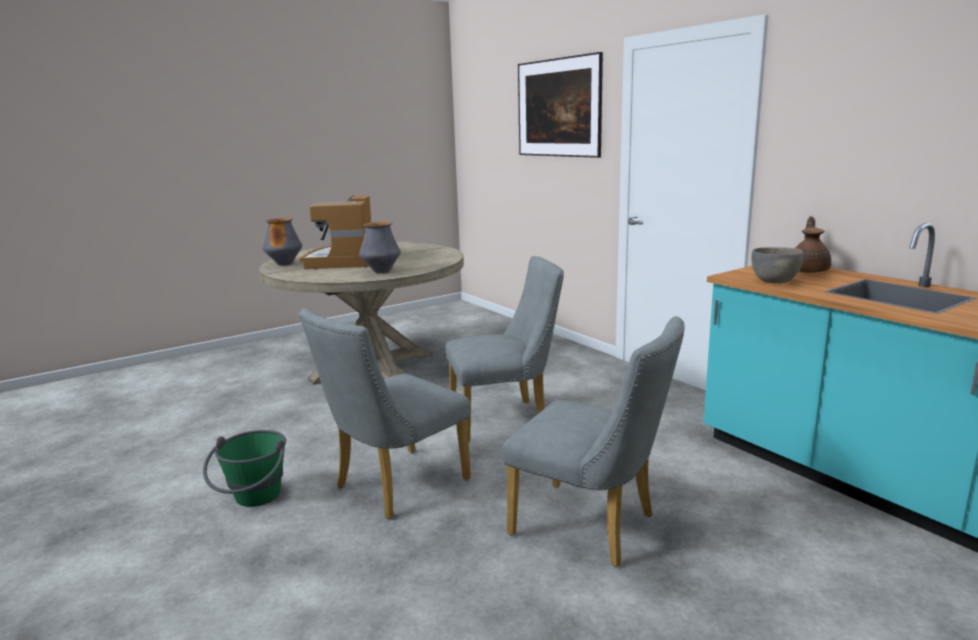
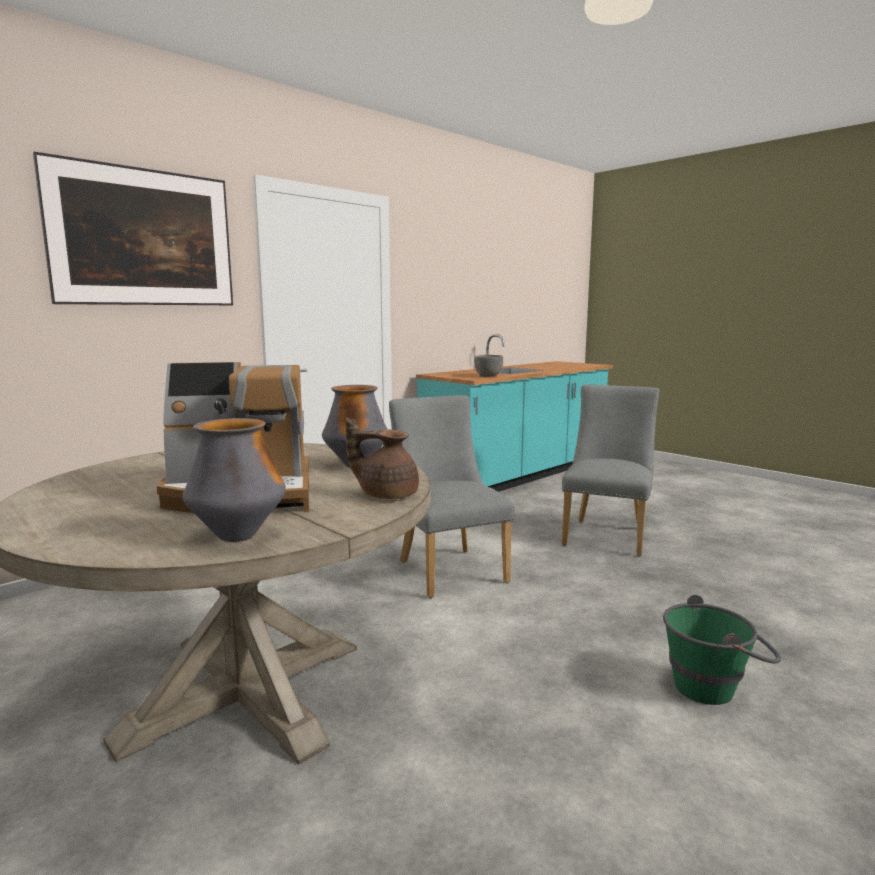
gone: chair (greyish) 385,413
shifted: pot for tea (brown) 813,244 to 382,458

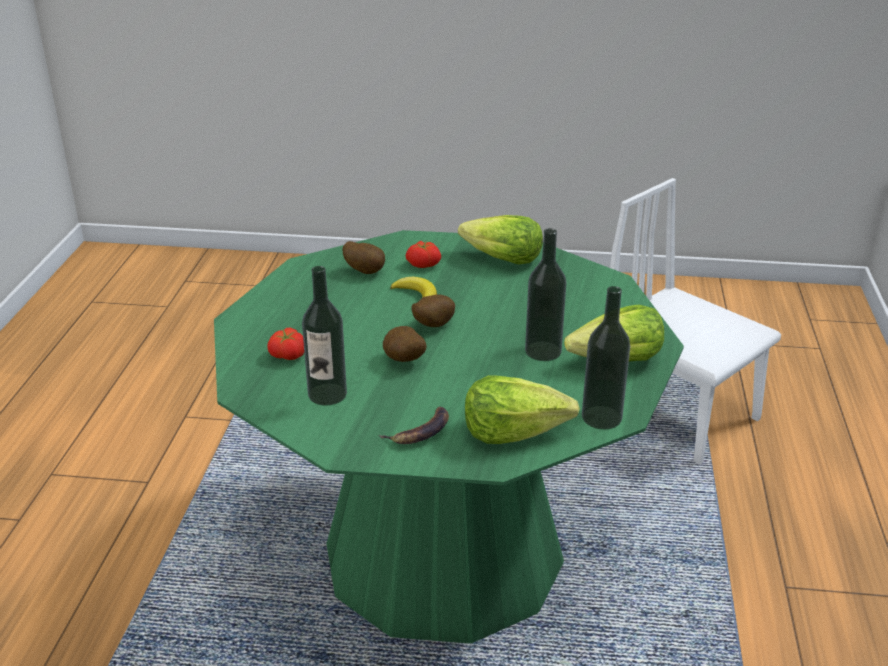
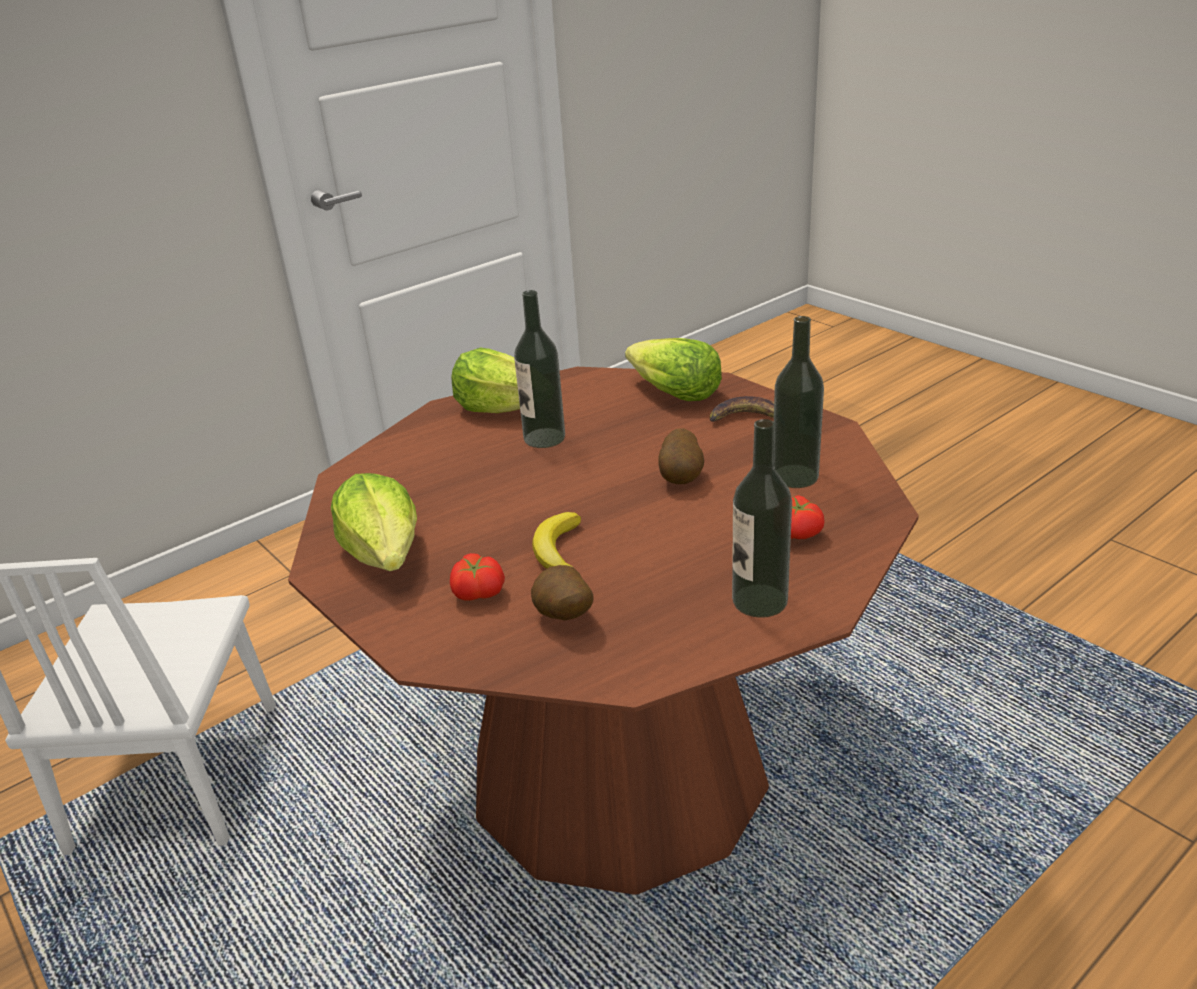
gone: spud 433,310
shifted: beverage bottle 606,357 to 762,518
repainted: dining table (green) 449,437 to dining table (brown) 603,631

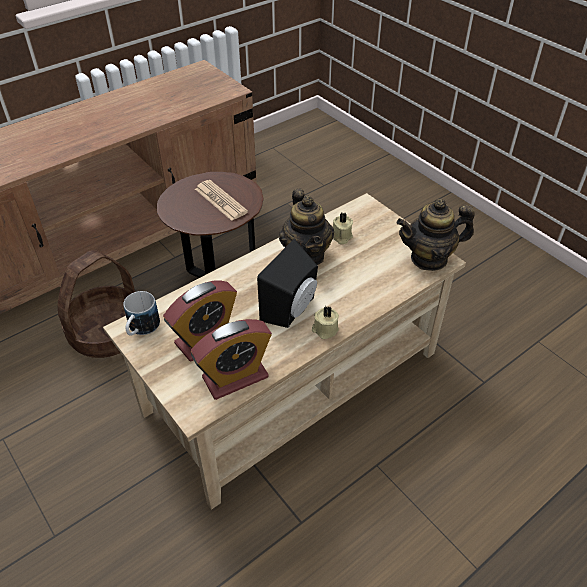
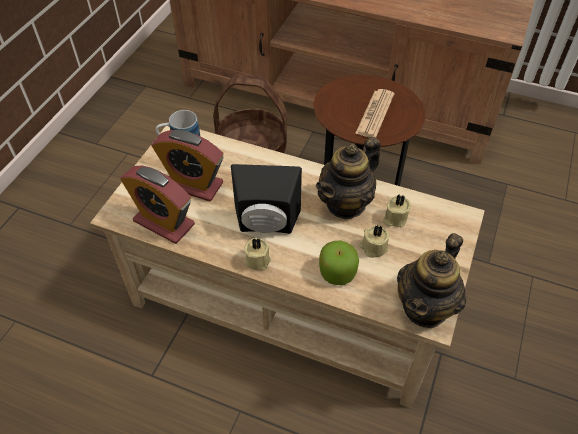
new: apple fruit 339,262; candle (sand-coloured) 375,241
rotated: pot for tea 435,235 = 431,280 105 degrees counterclockwise

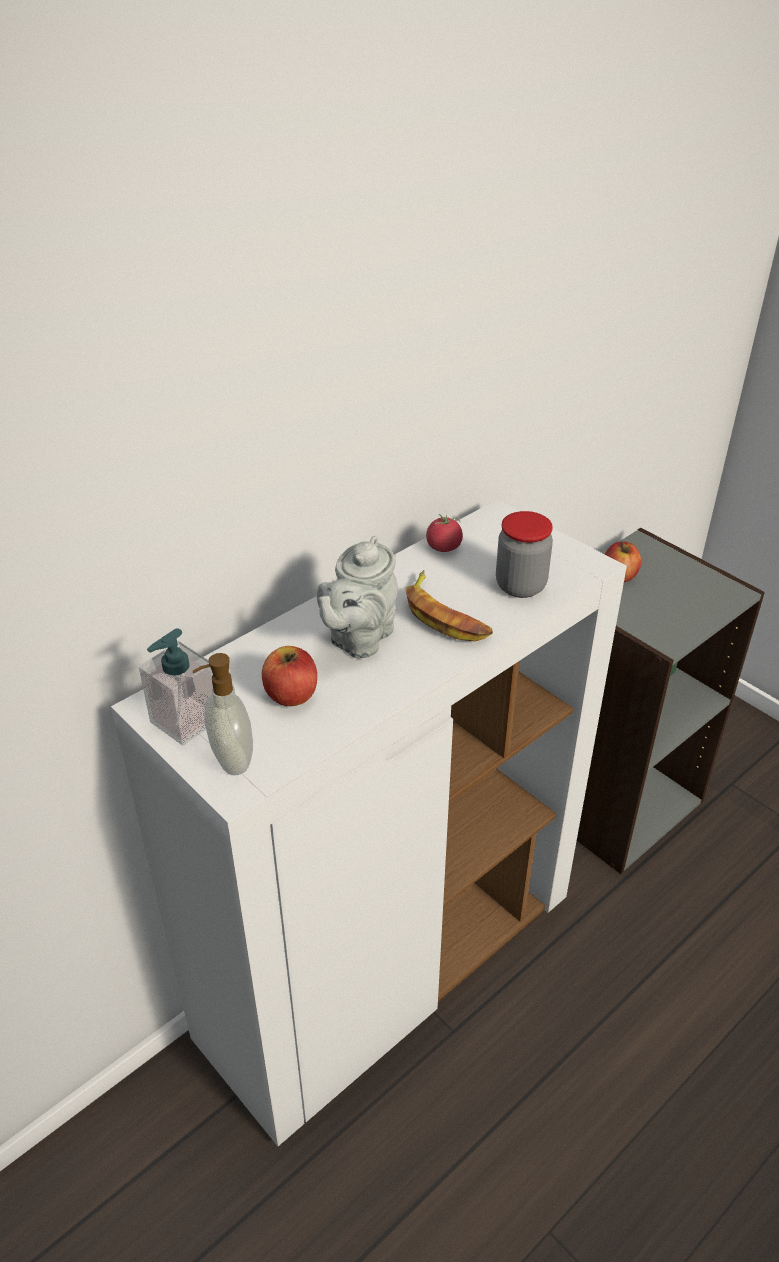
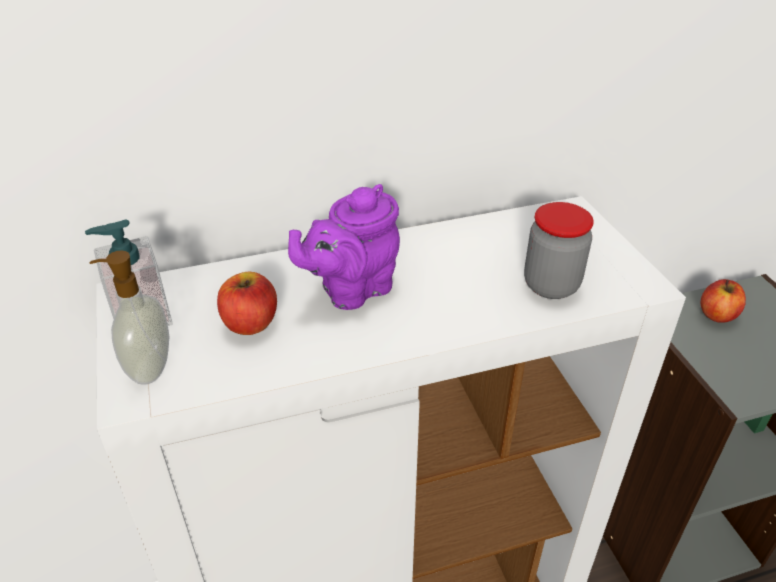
gone: banana fruit 449,606; tomato 444,533
repainted: pot for tea (greyish) 357,597 to pot for tea (purple-coloured) 344,247

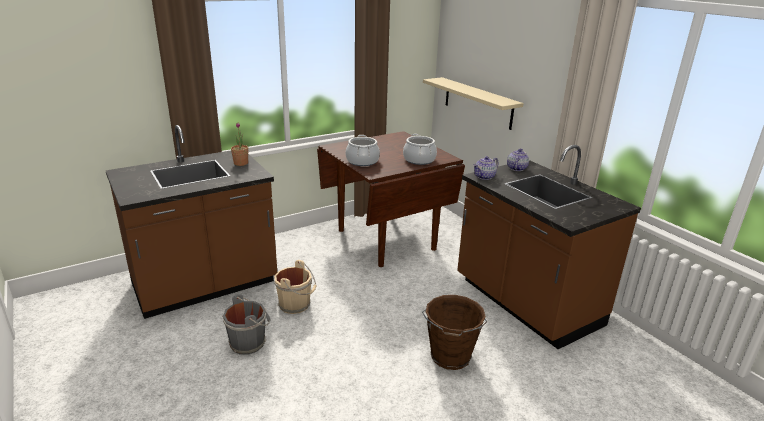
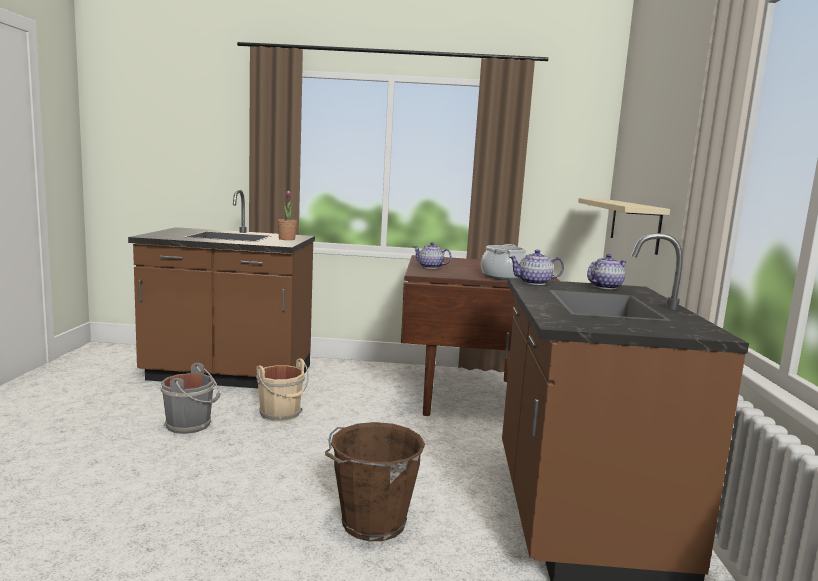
swapped: saucepot 363,150 to pot for tea 432,255

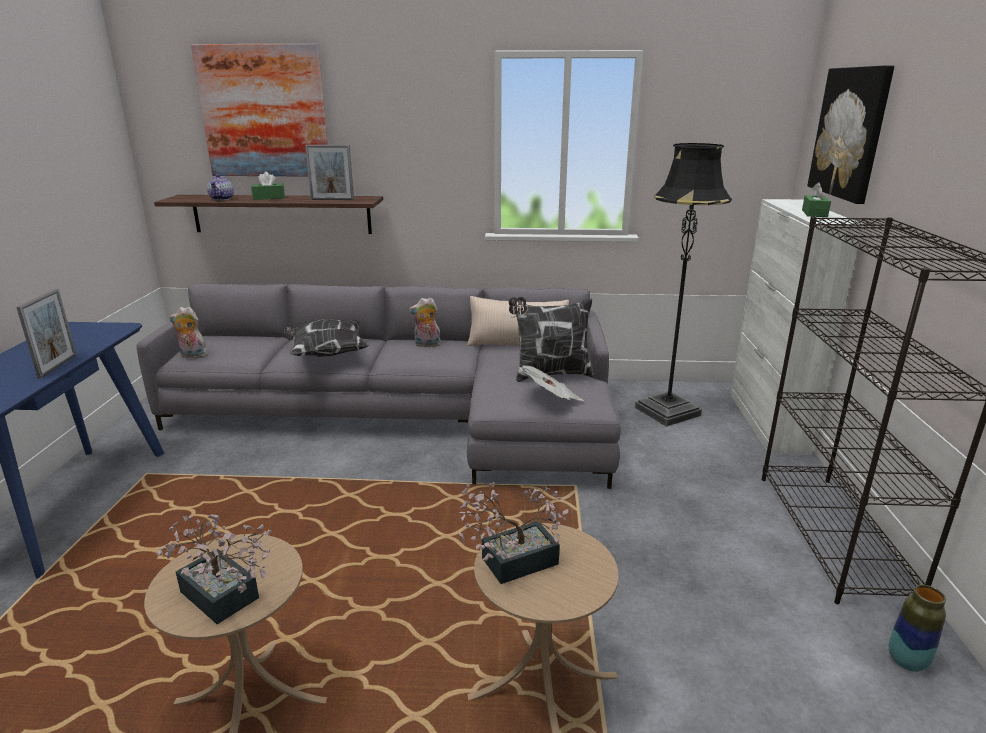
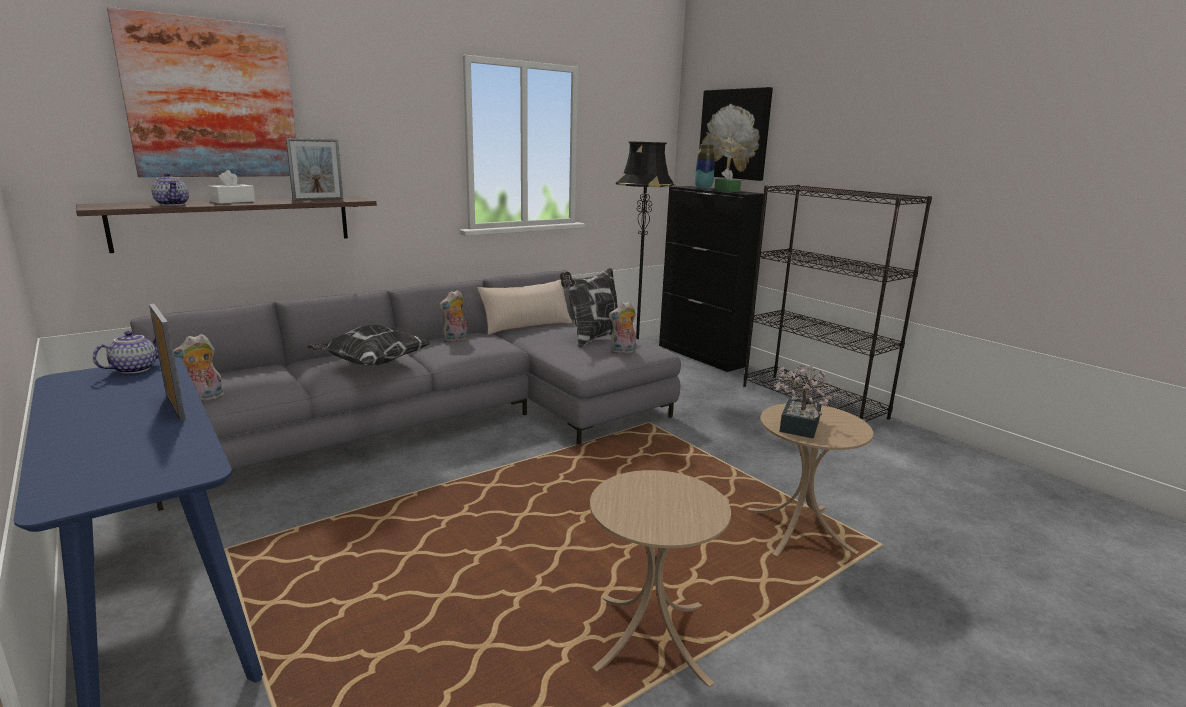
gone: houseplant 214,569
new: pot for tea 126,352
shifted: vase 917,628 to 705,166
swapped: printed paper 551,383 to cuddly toy 622,327
repainted: box of tissues (green) 268,186 to box of tissues (whitish) 231,187; cabinet (whitish) 797,327 to cabinet (blackish) 713,279

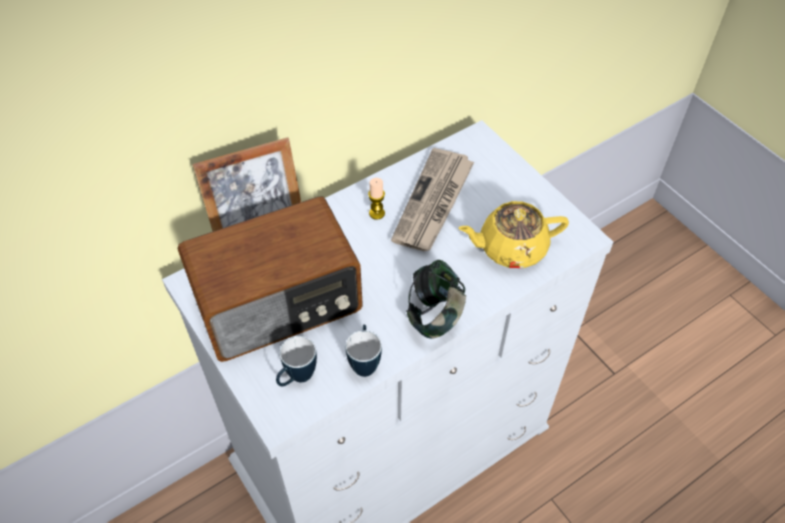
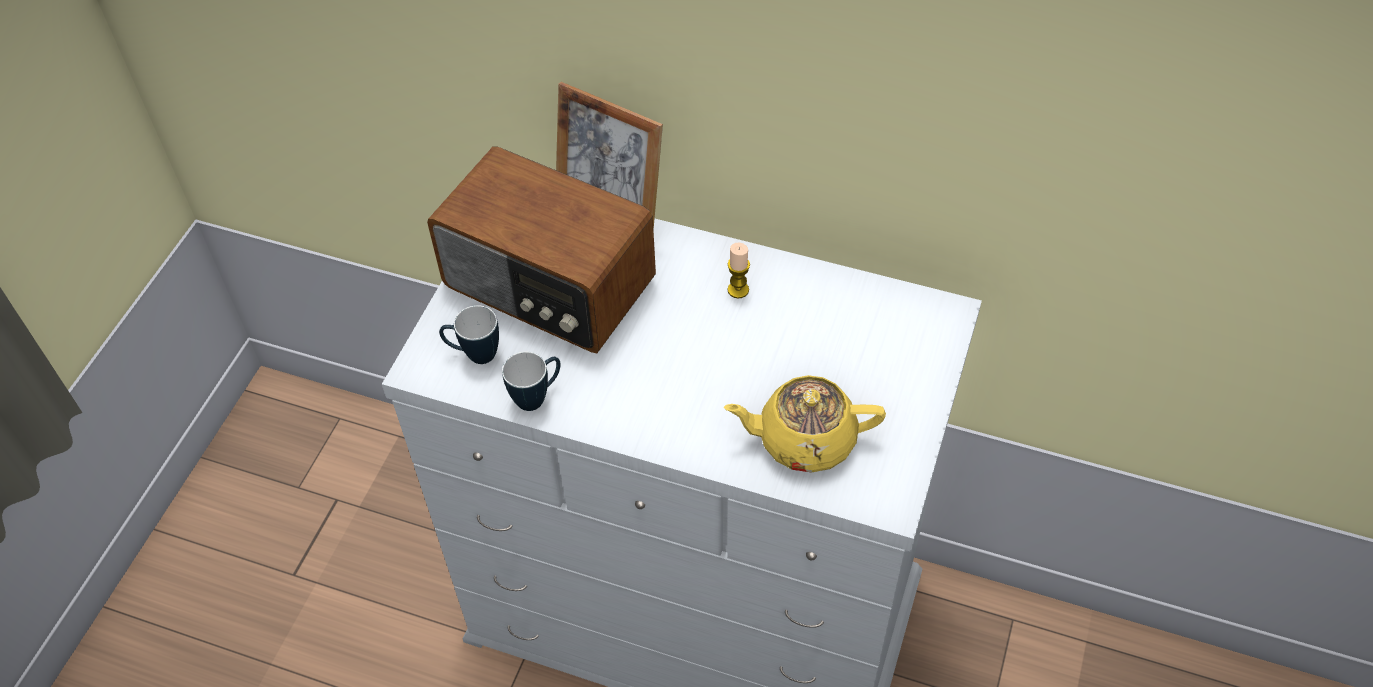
gone: printed paper 432,199; pair of headphones 436,299
rotated: pot for tea (yellow-coloured) 513,234 = 805,424 45 degrees counterclockwise

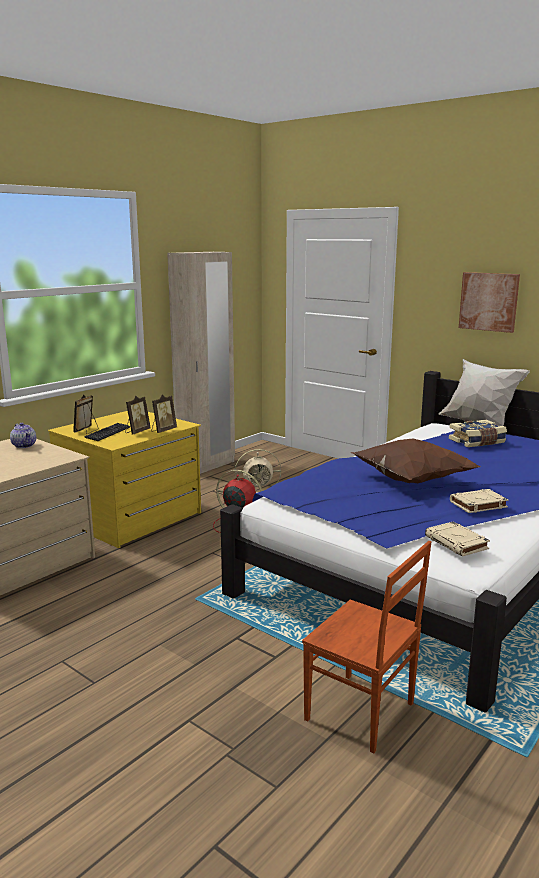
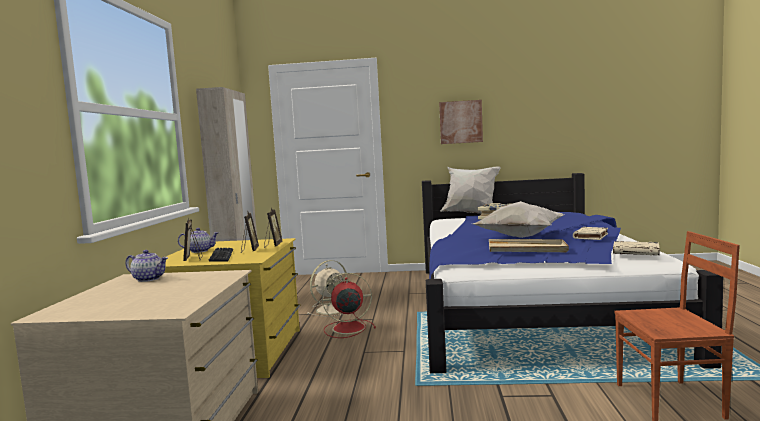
new: pot for tea 198,240; carrying tray (sand-coloured) 529,245
repainted: pillow (brown) 415,461 to pillow (whitish) 518,219

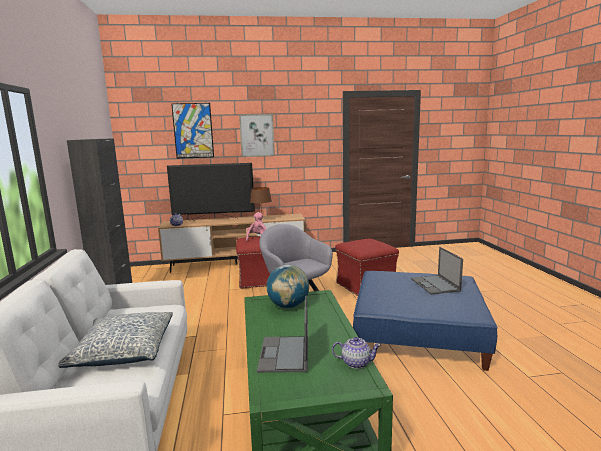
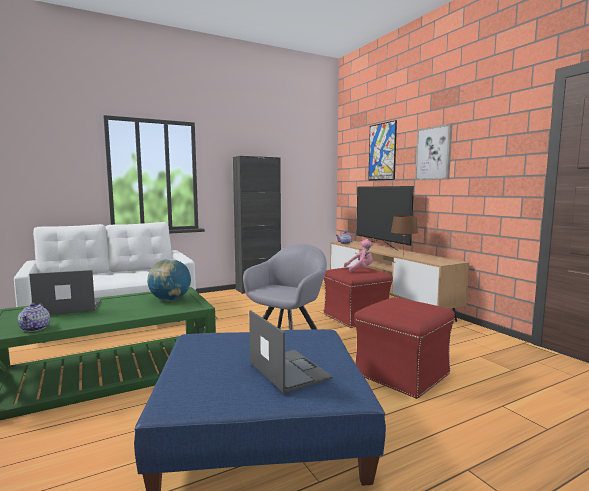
gone: pillow 115,340
rotated: laptop 437,270 = 291,351 90 degrees clockwise

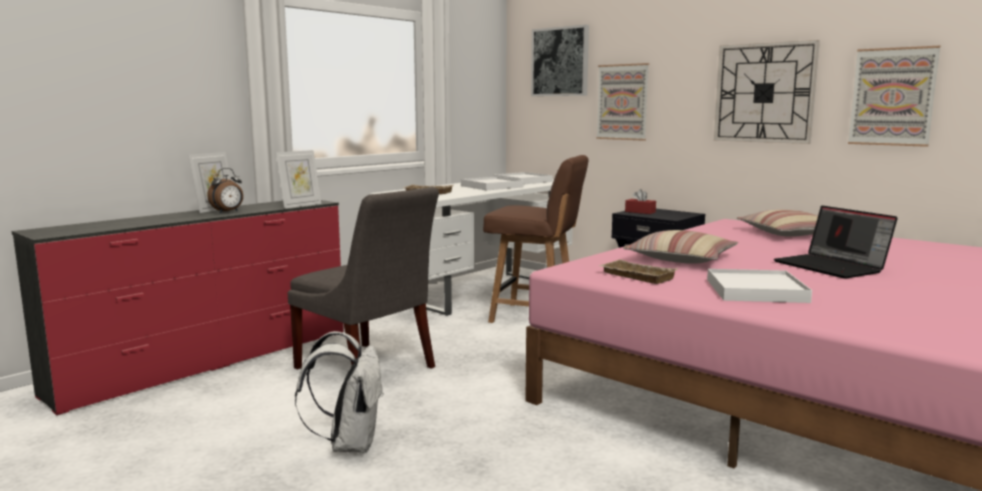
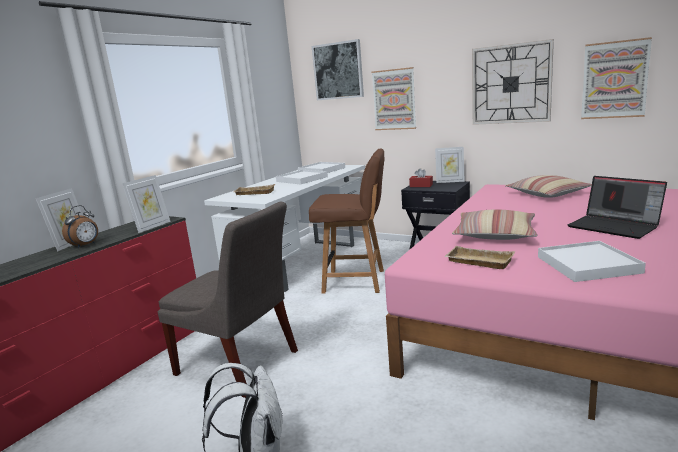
new: picture frame 450,165

